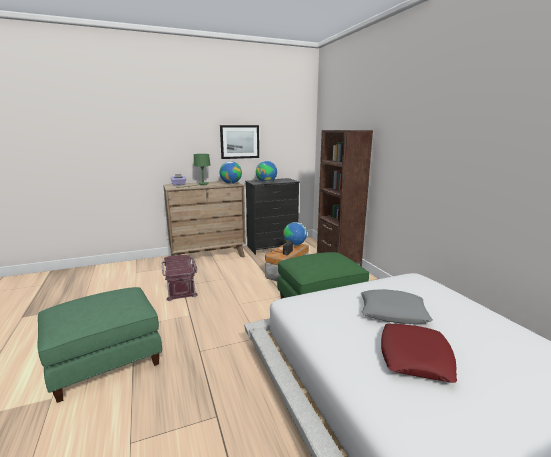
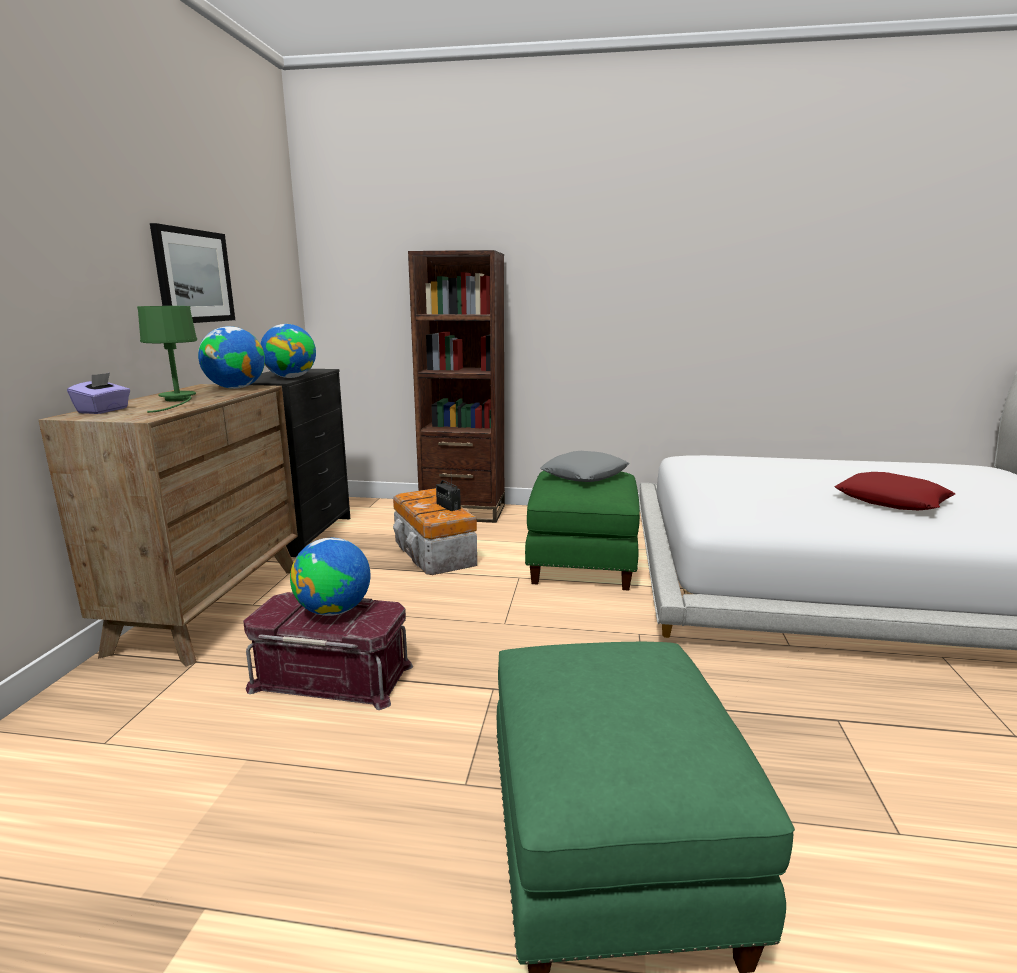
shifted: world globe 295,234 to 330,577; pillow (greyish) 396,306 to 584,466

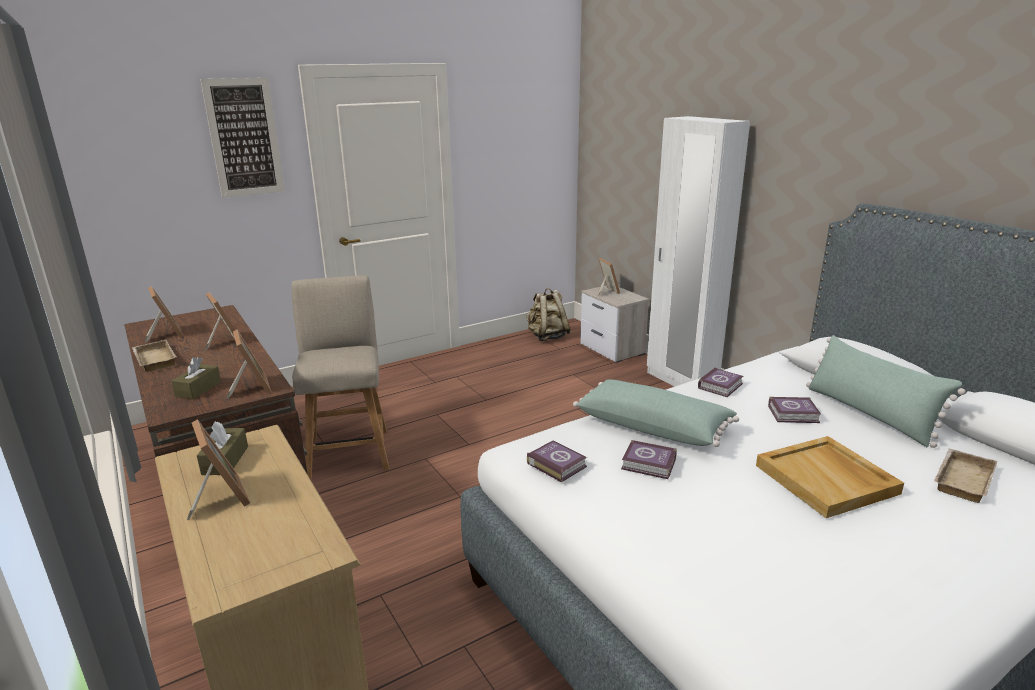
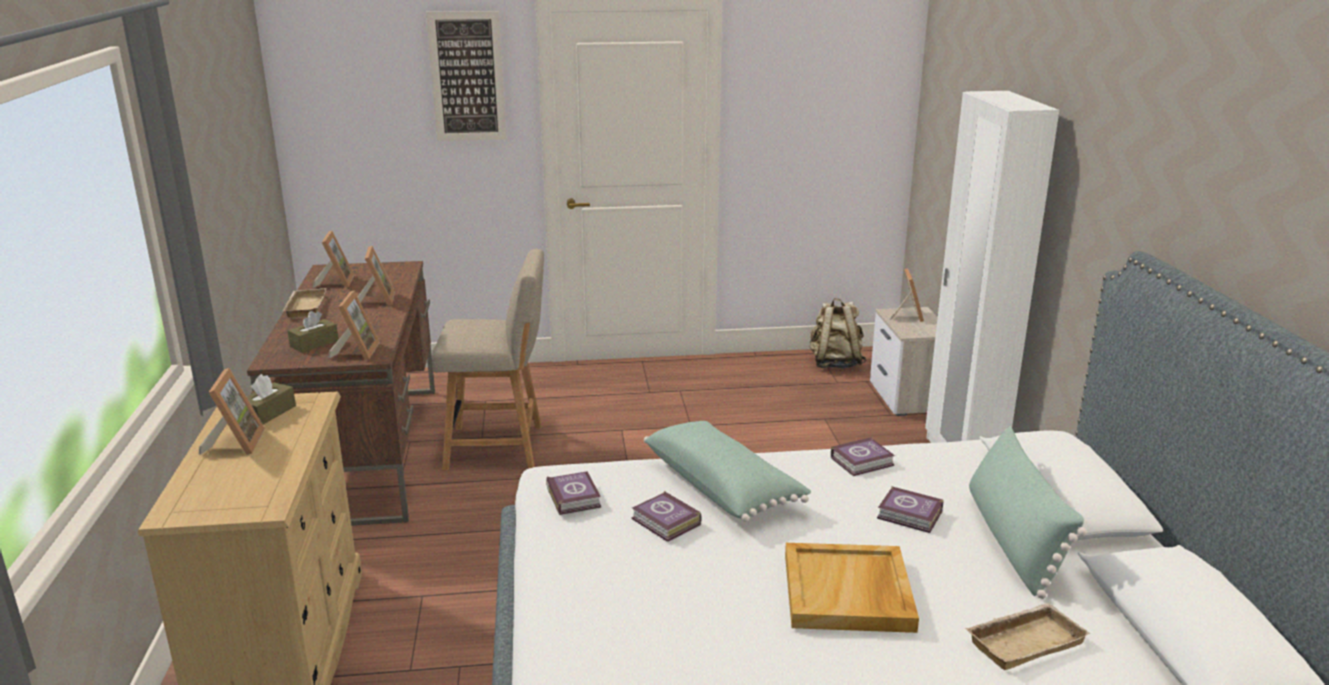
rotated: chair (sand-coloured) 340,377 = 488,359 75 degrees clockwise

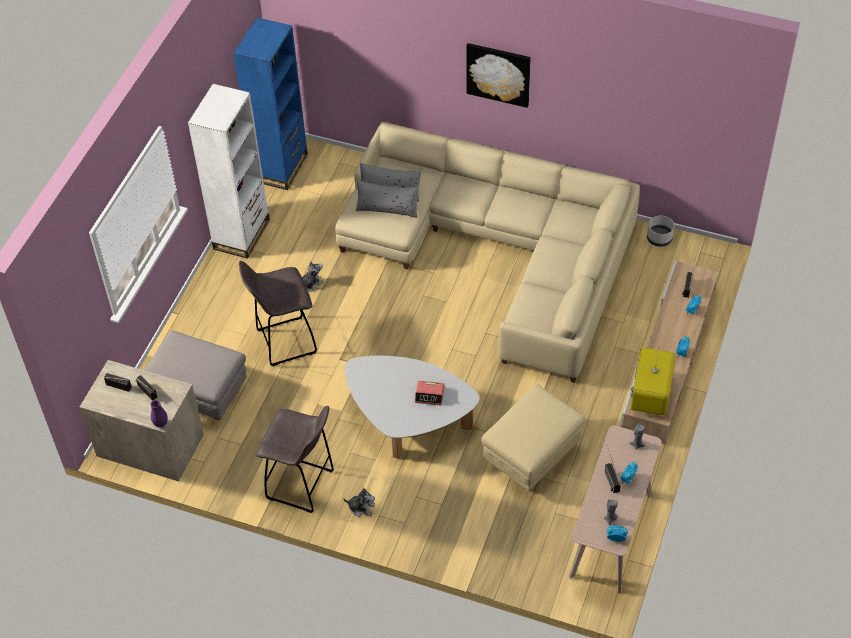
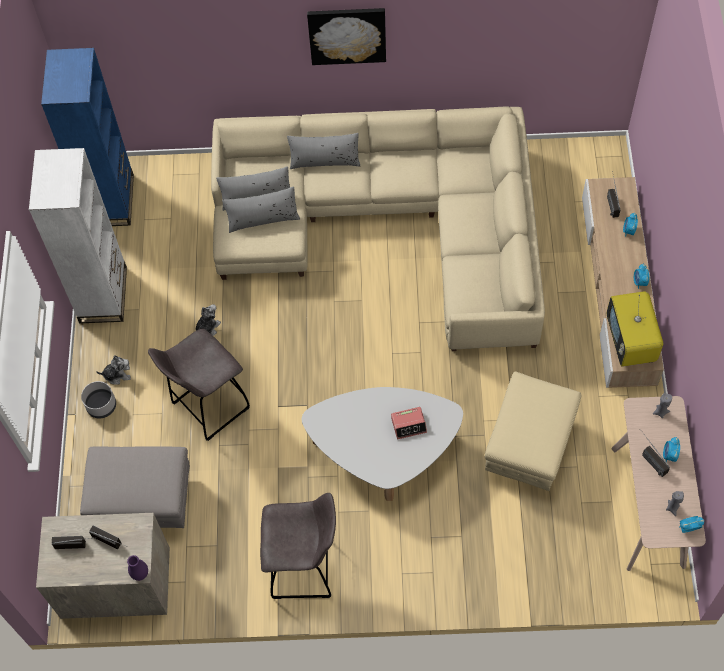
new: pillow (greyish) 323,151
shifted: cuddly toy 359,502 to 113,370; planter (greyish) 660,231 to 98,399

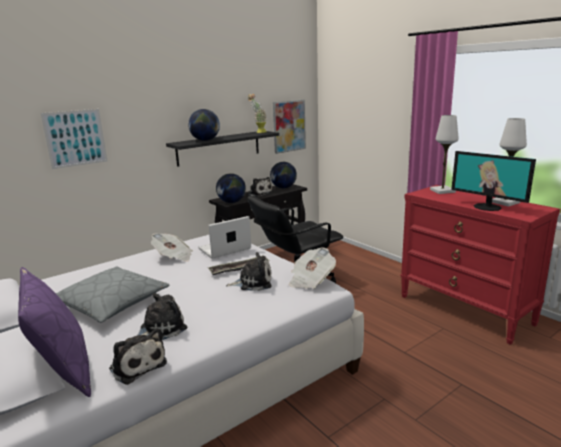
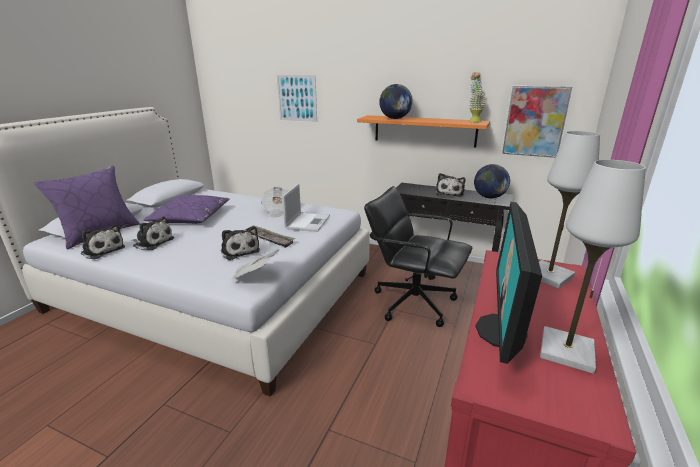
gone: world globe 231,188
repainted: pillow (greyish) 113,294 to pillow (purple-coloured) 186,209; bracket shelf (blackish) 222,149 to bracket shelf (orange-coloured) 423,131
rotated: cuddly toy 138,356 = 103,241 75 degrees counterclockwise; laptop 224,237 = 306,208 75 degrees clockwise

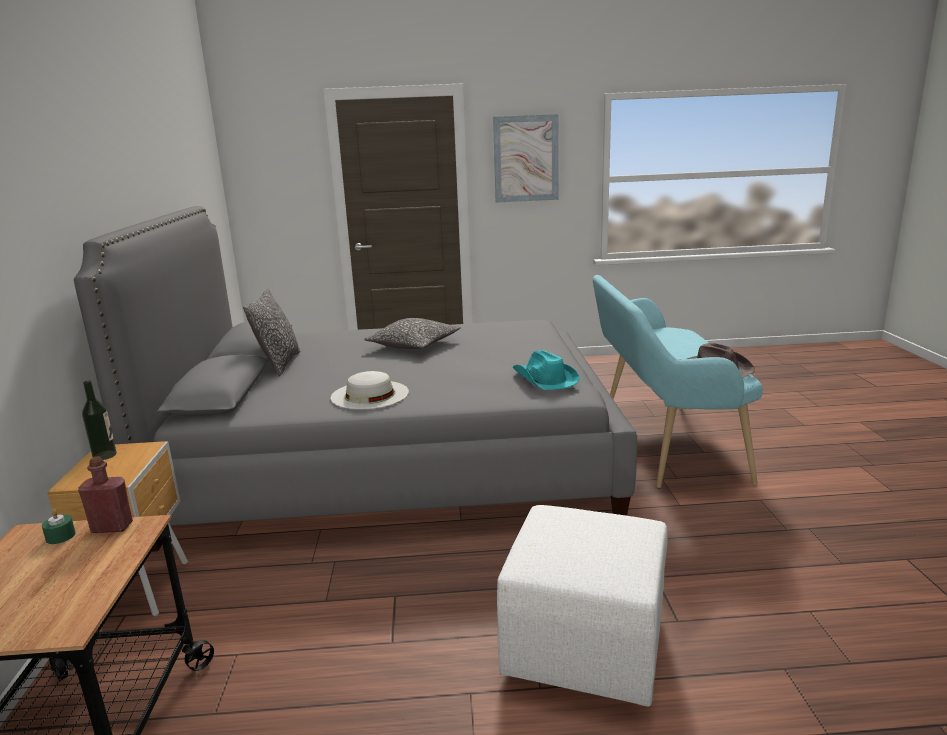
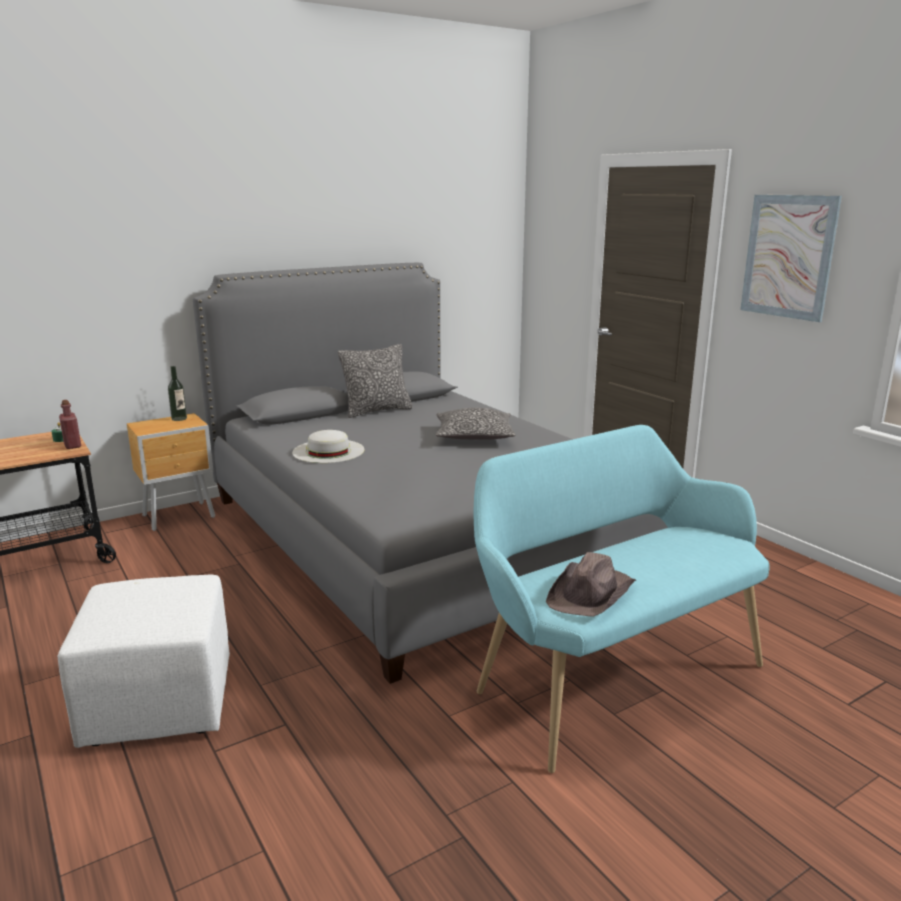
gone: wearable hat (turquoise) 546,370

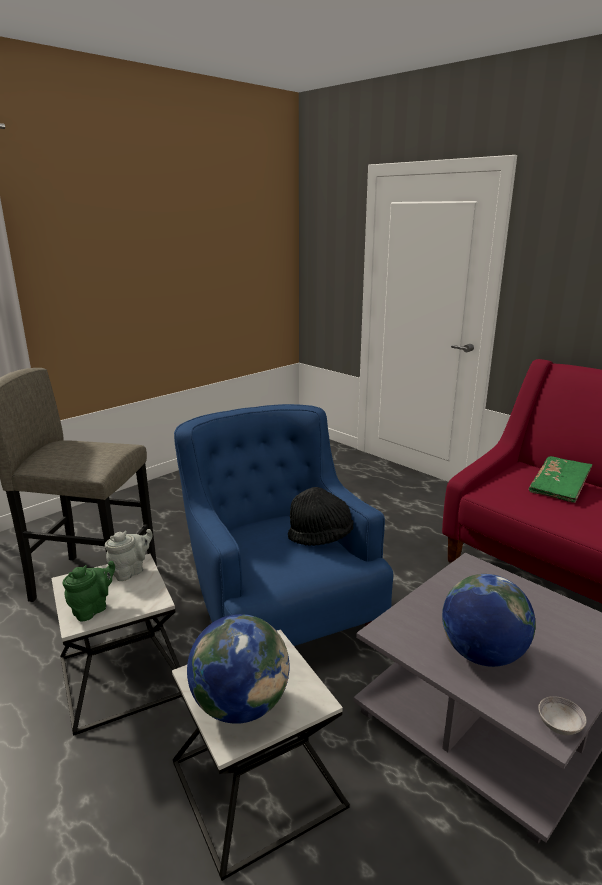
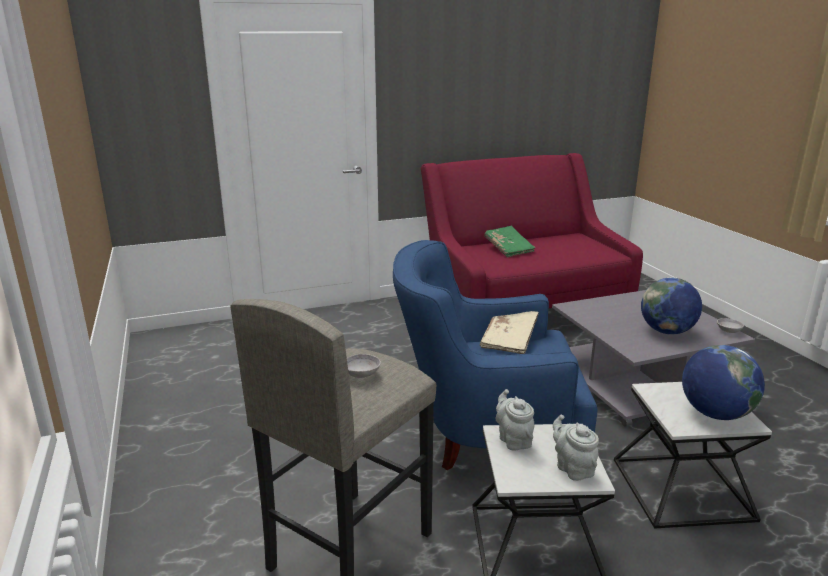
new: deep dish (greyish) 364,366
swapped: wearable hat (blackish) 321,516 to bound book (sand-coloured) 509,332
repainted: pot for tea (green) 88,591 to pot for tea (greyish) 576,447

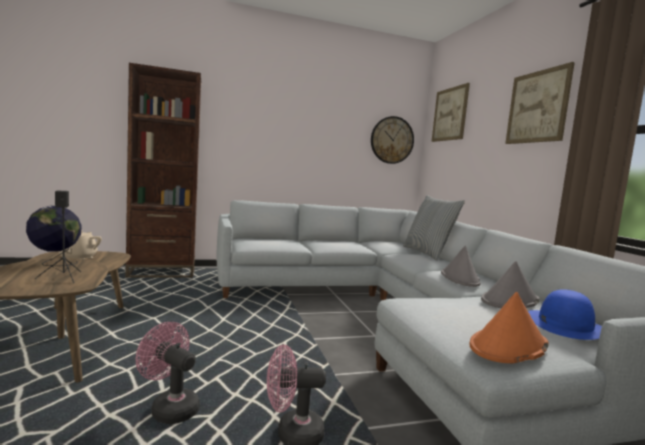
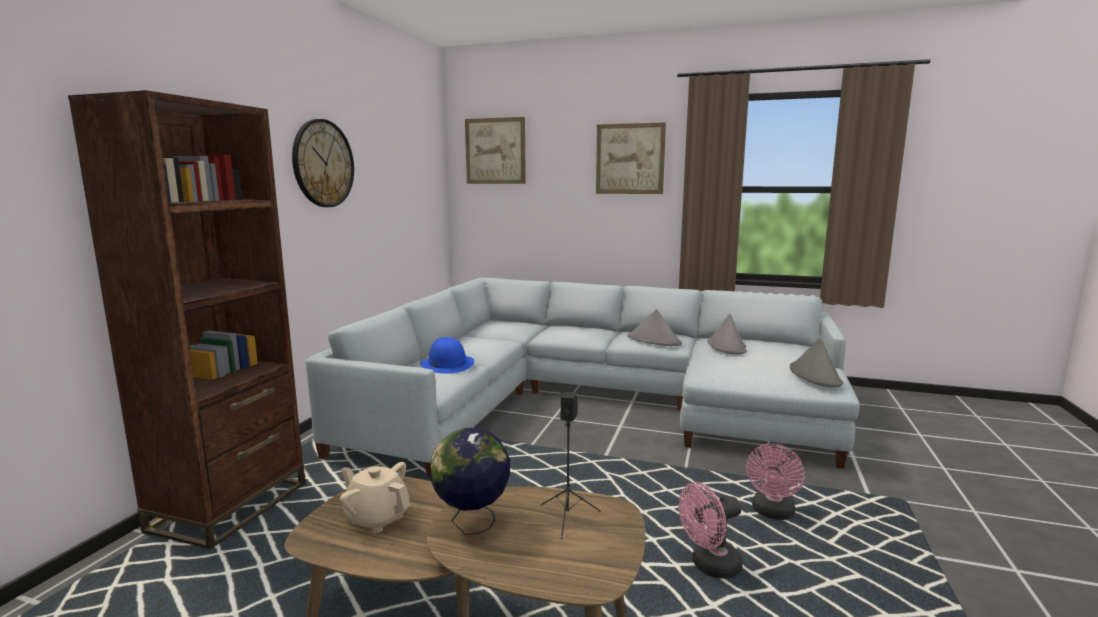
gone: pillow 434,228
shifted: clock on the wall 392,140 to 323,163; wearable hat (bluish) 565,314 to 447,355
repainted: wearable hat (orange-coloured) 509,327 to wearable hat (greyish) 816,362

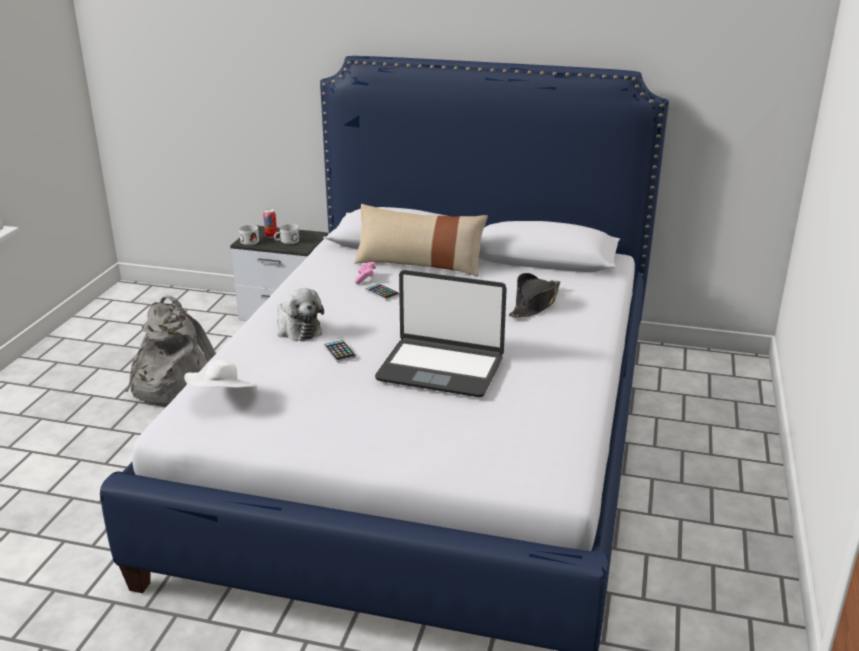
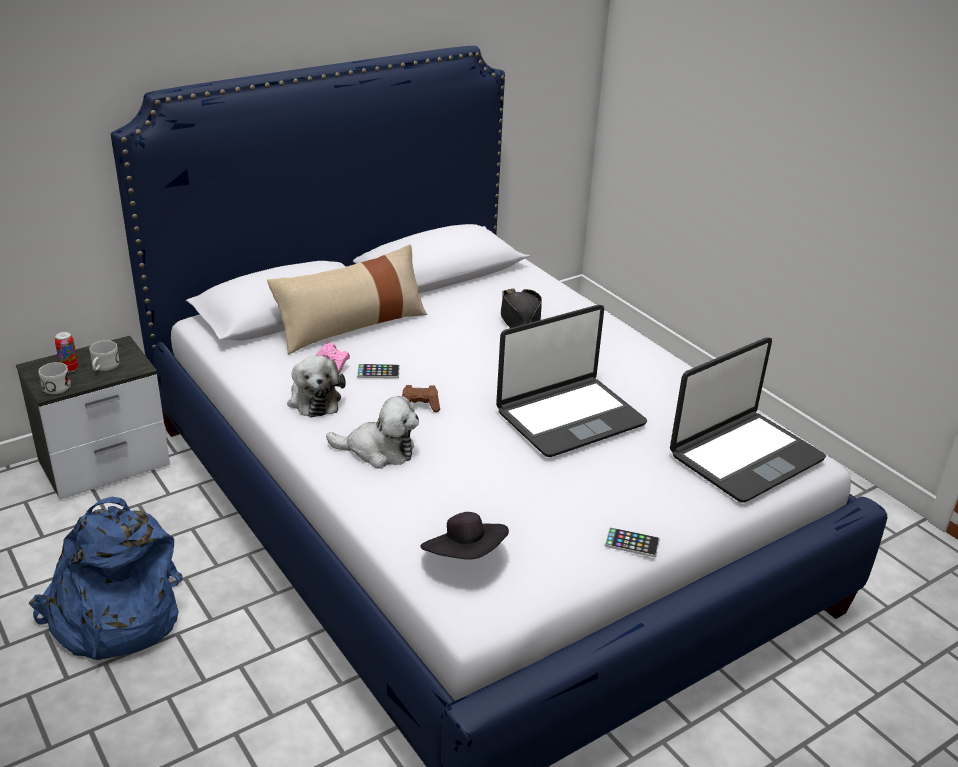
new: cuddly toy 316,386; gamepad (brown) 421,398; laptop 748,420
shifted: telephone 340,351 to 632,542
repainted: backpack (greyish) 170,350 to backpack (bluish) 106,578; wearable hat (whitish) 220,374 to wearable hat (blackish) 464,535

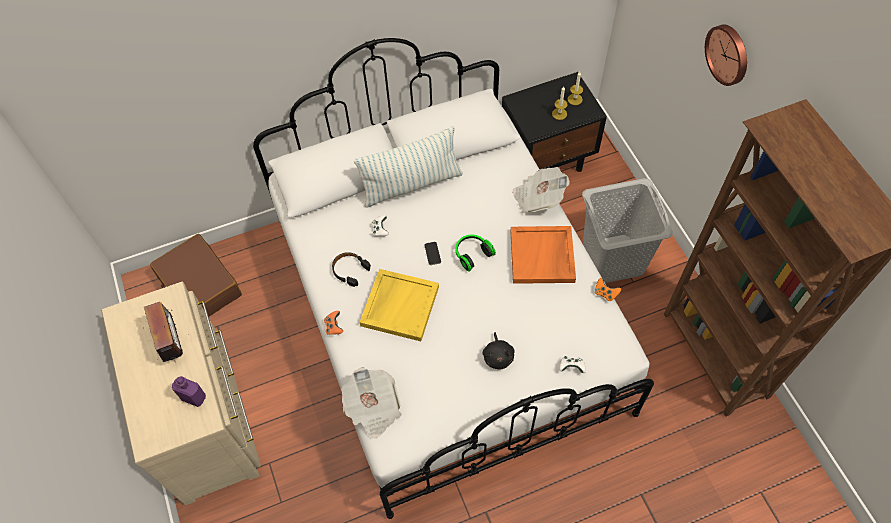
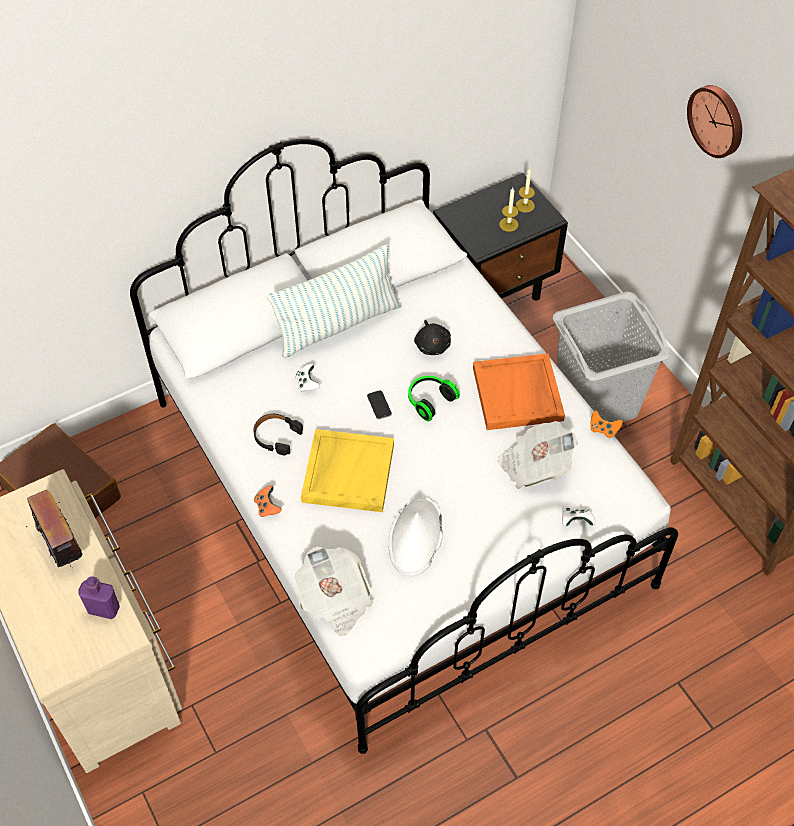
new: wearable hat (whitish) 416,537
shifted: cuddly toy (blackish) 498,351 to 432,337; printed paper 541,190 to 538,455

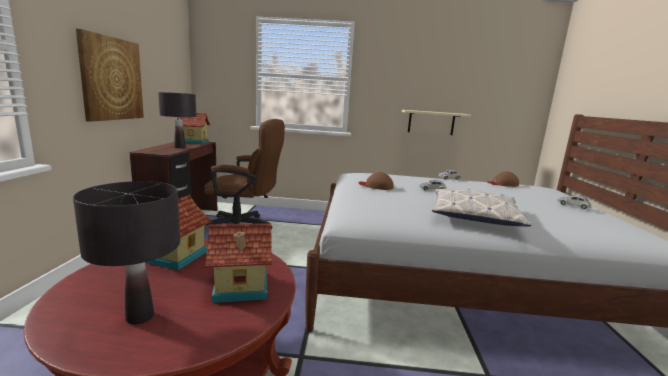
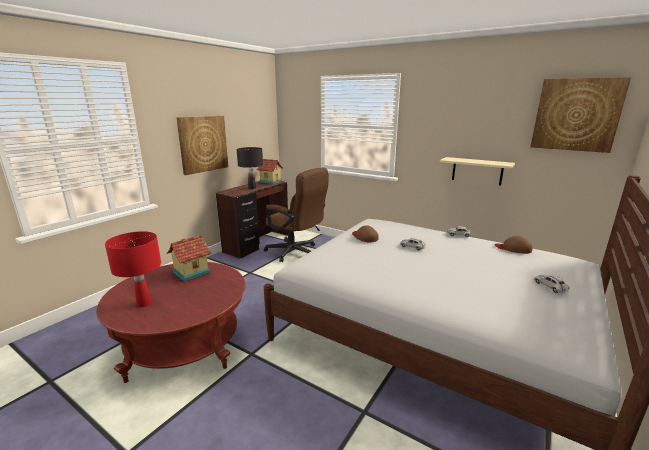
gone: miniature house 238,263; pillow 482,208
new: wall art 580,115
repainted: lamp for a table (blackish) 126,253 to lamp for a table (red) 133,269

